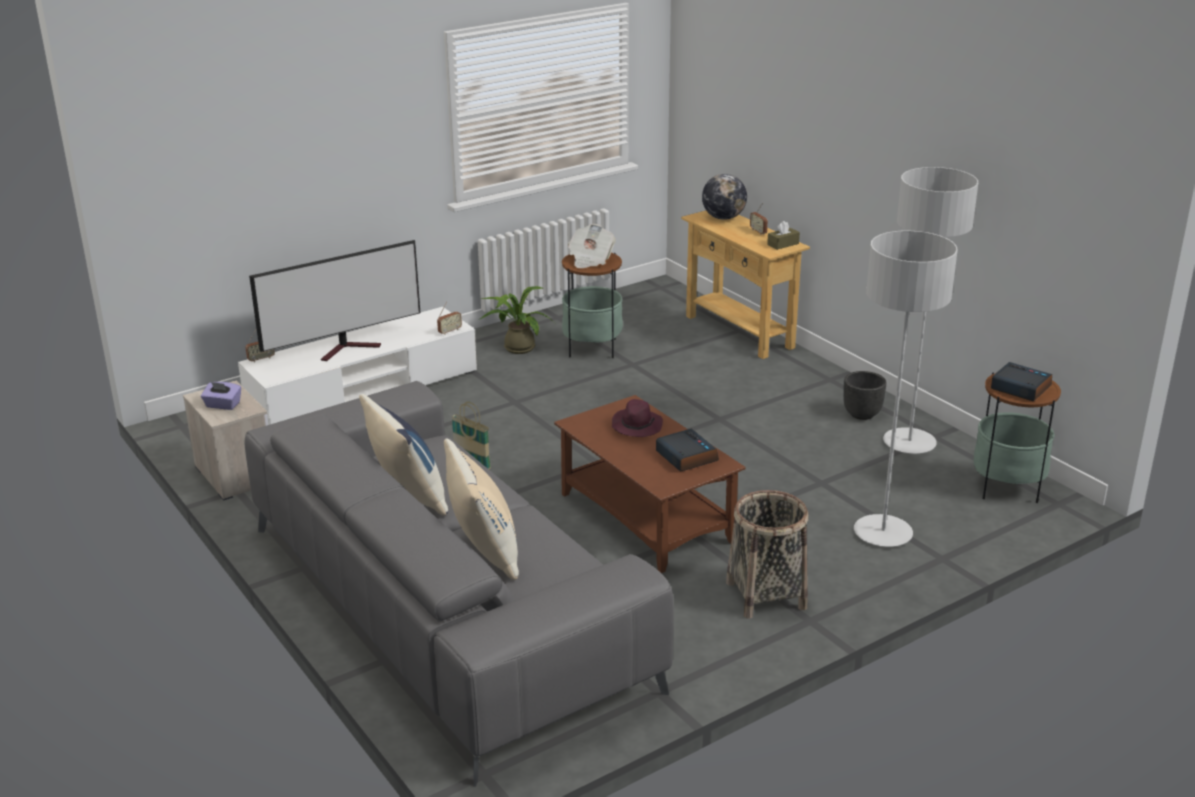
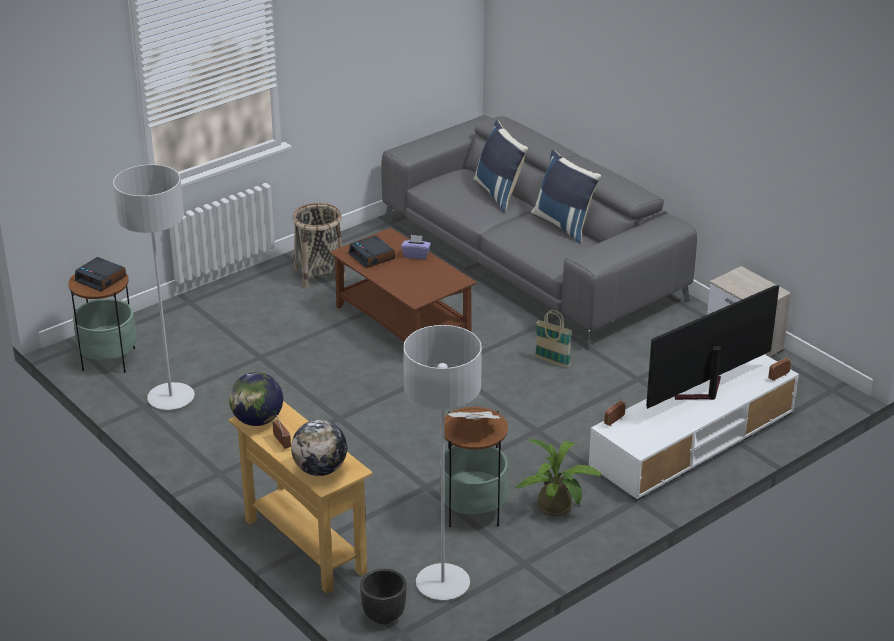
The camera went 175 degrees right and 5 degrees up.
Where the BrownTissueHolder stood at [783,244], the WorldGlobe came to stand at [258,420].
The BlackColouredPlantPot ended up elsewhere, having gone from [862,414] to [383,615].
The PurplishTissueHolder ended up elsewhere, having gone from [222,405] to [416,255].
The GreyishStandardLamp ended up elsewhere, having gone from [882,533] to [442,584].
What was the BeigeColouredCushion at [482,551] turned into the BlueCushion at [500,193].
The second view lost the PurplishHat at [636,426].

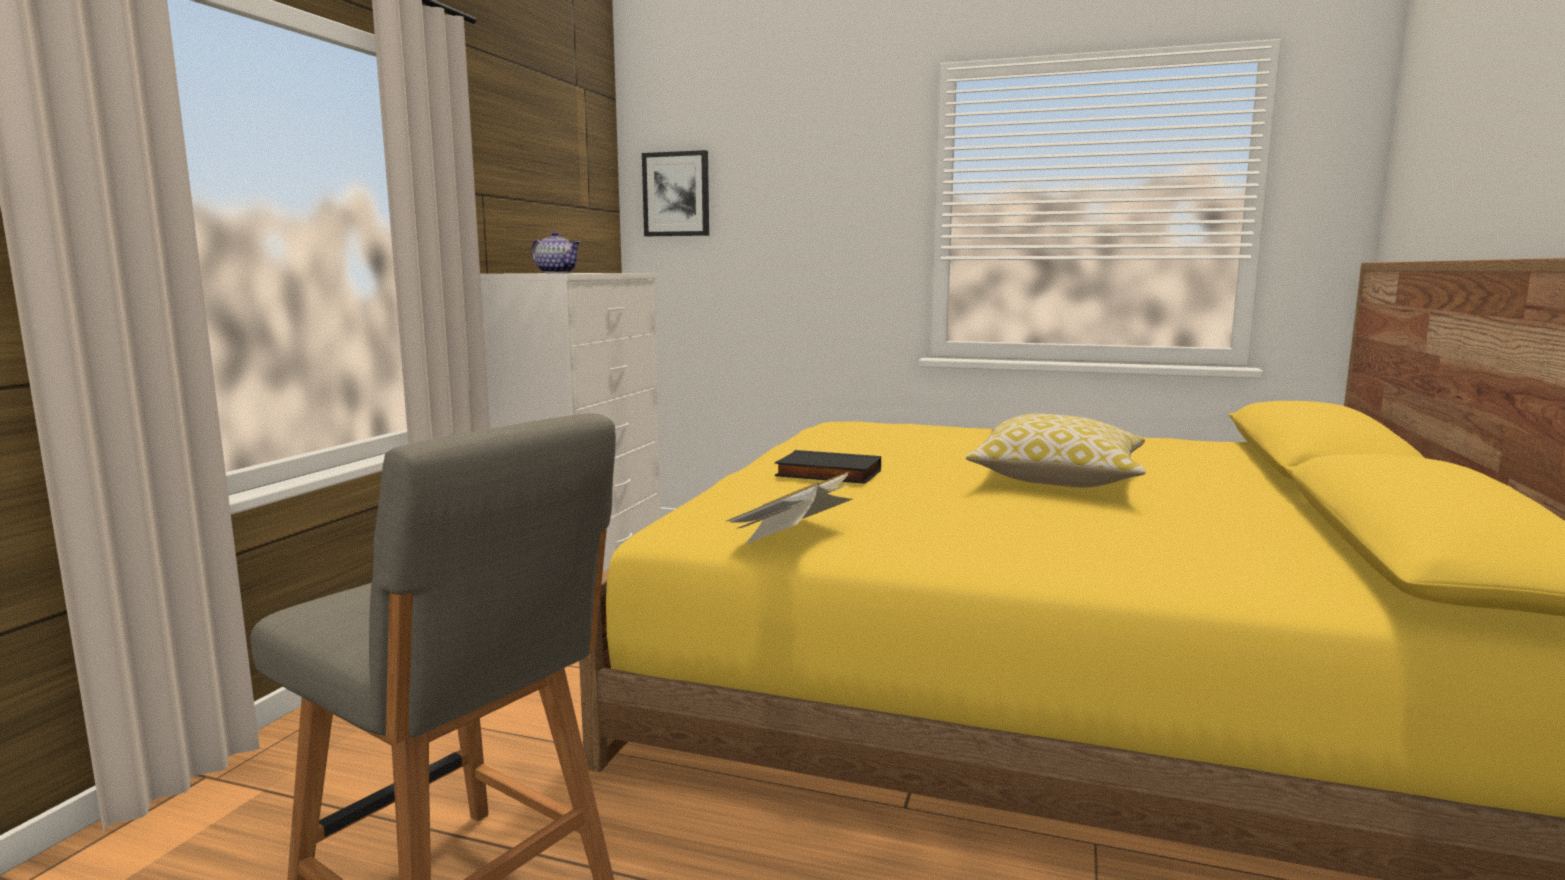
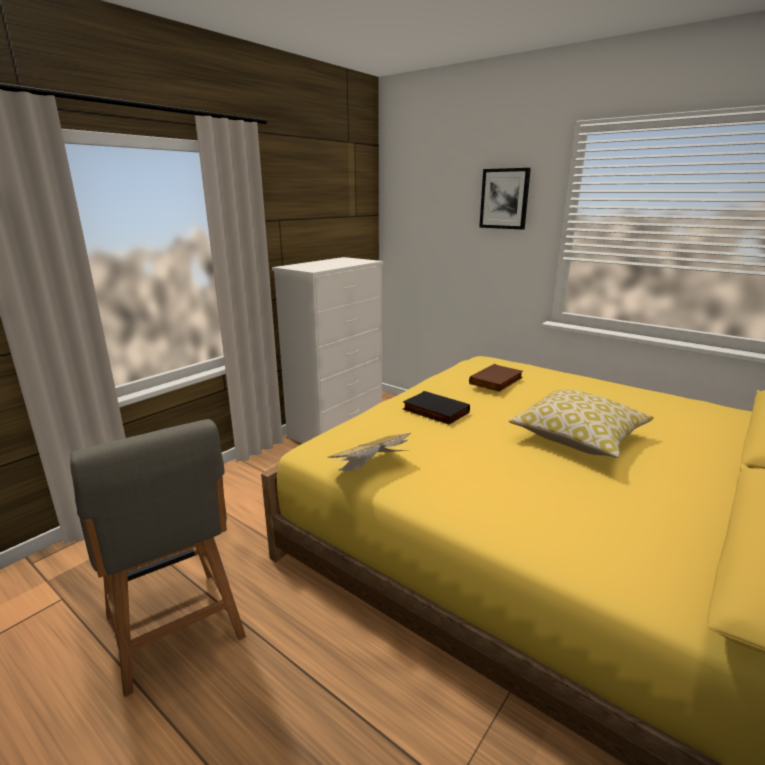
The camera went 20 degrees right and 10 degrees up.
The second view gained the BrownVolume at [497,381].
The WallArt ended up elsewhere, having gone from [676,194] to [504,199].
The second view lost the Teapot at [557,273].

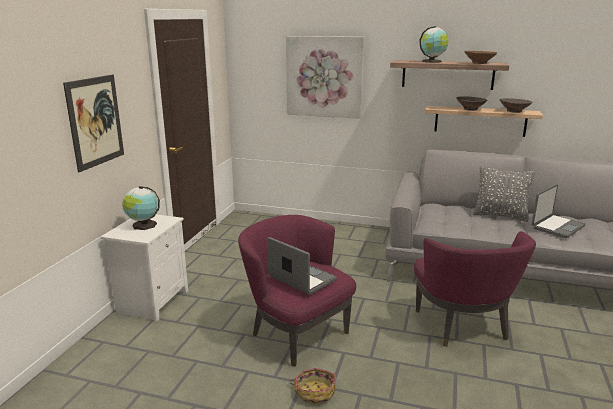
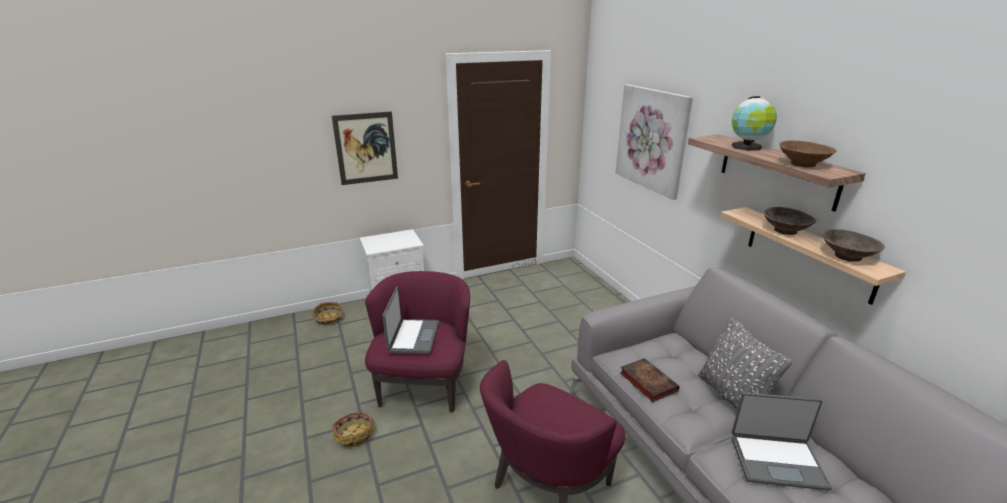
The camera went 50 degrees right and 5 degrees up.
The second view gained the Basket at [329,319].
The second view gained the Volume at [646,381].
The second view lost the WorldGlobe at [143,225].

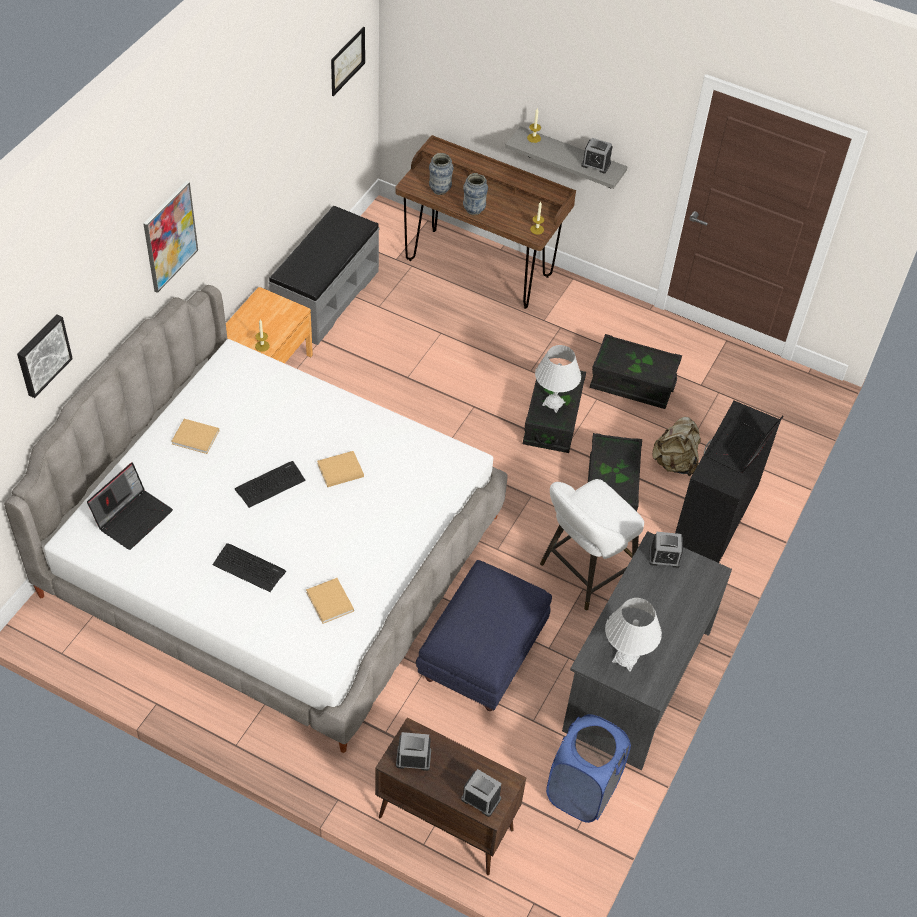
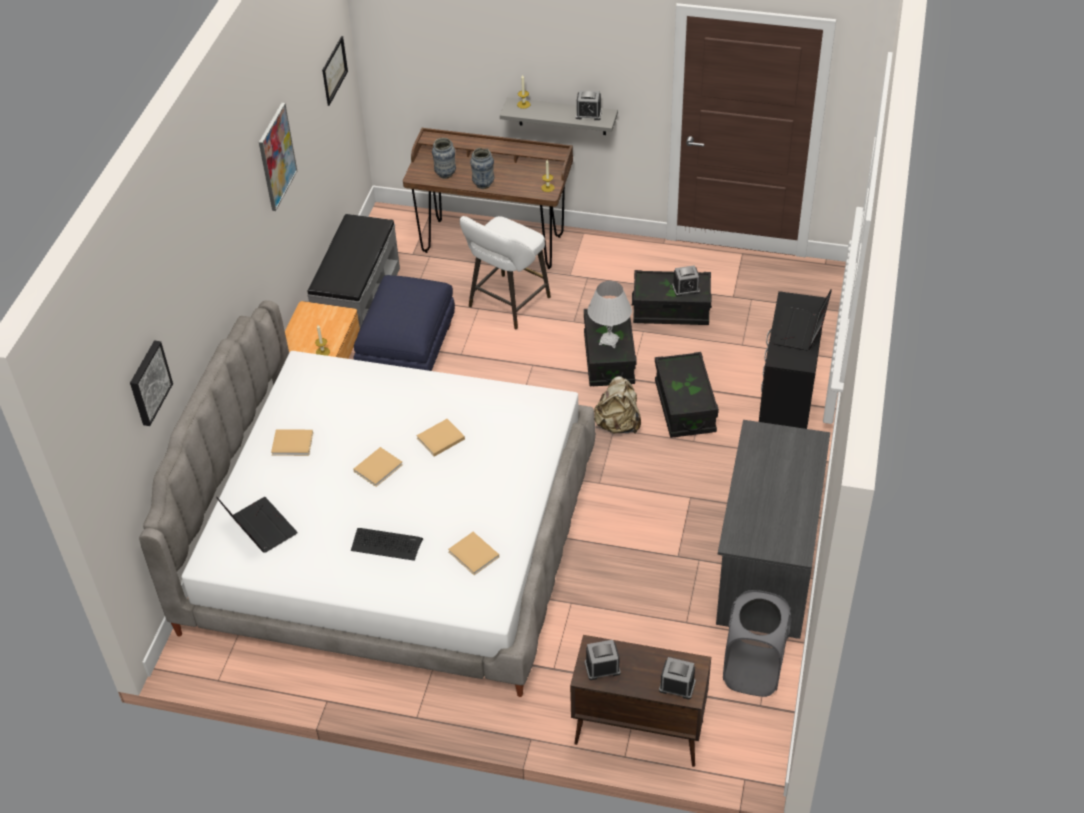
The camera went 10 degrees left and 5 degrees down.
The Laptop at [133,517] ended up facing another way, 60 degrees counterclockwise from before.
The WallArt ended up elsewhere, having gone from [170,236] to [276,156].
The BlueFootrest ended up elsewhere, having gone from [482,654] to [408,352].
Where the Keyboard stood at [270,484], the BeigeColouredVolume came to stand at [379,467].
The WhitishStoolSeat ended up elsewhere, having gone from [583,573] to [506,304].
The BeigeColouredKnapsack ended up elsewhere, having gone from [674,462] to [618,424].
The TableClock ended up elsewhere, having gone from [664,557] to [686,289].
What was the BlueWashingBasket at [582,790] turned into the GreyishWashingBasket at [753,670].
The second view lost the WhitishTableLamp at [625,659].

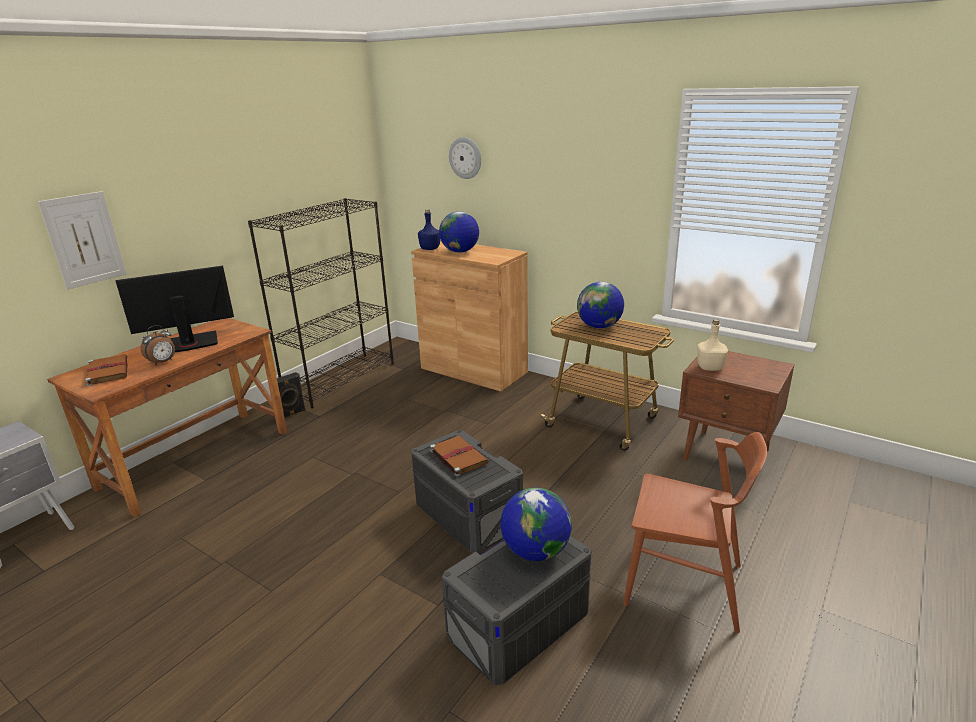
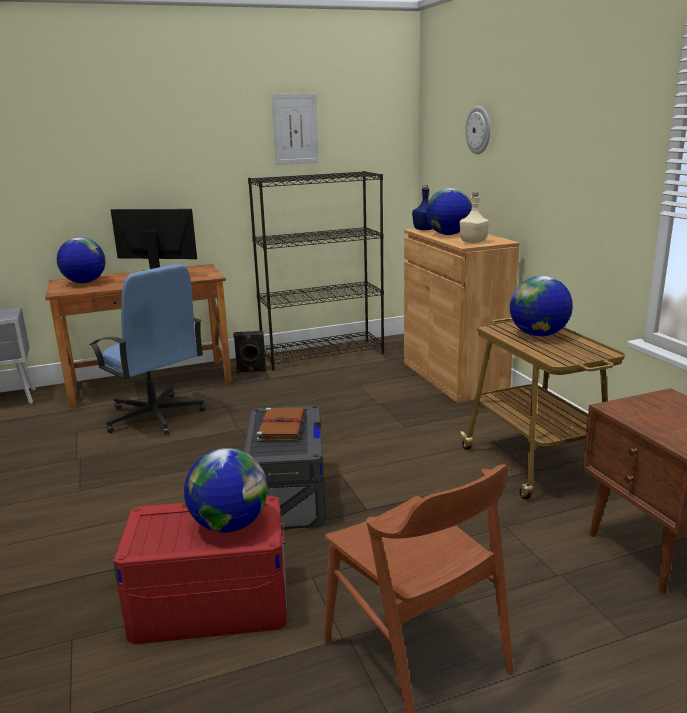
The camera went 35 degrees right and 5 degrees down.
Where the BrownVolume stood at [108,371], the WorldGlobe came to stand at [84,282].
The second view gained the BlueDeskChair at [154,417].
What was the GreyishStorageContainer at [519,623] turned into the RedStorageContainer at [210,603].
The WallArt ended up elsewhere, having gone from [84,240] to [295,129].
The BeigeColouredBottle ended up elsewhere, having gone from [710,367] to [474,242].
The second view lost the TableClock at [163,362].

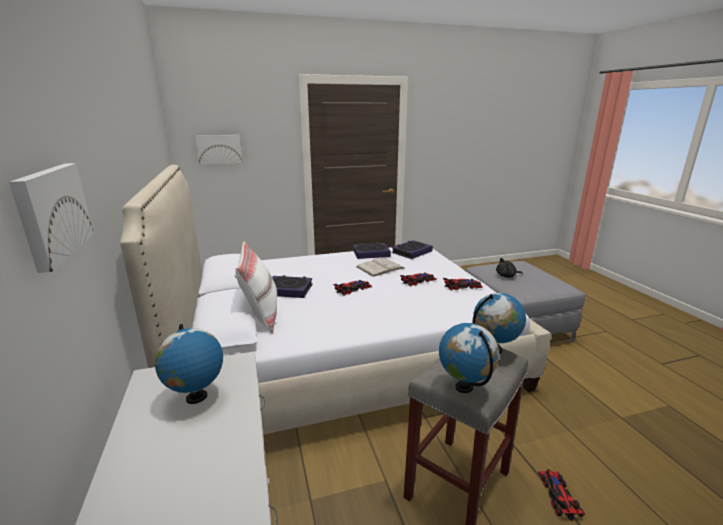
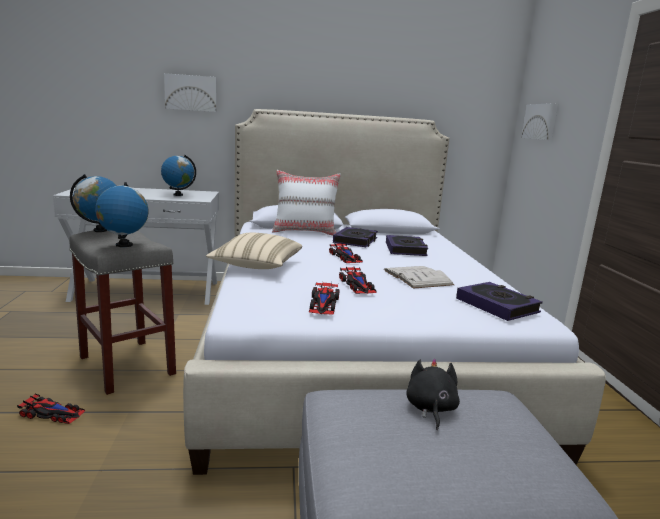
The camera went 100 degrees right and 5 degrees down.
The second view gained the BeigeColouredCushion at [256,266].
The Volume ended up elsewhere, having gone from [371,253] to [405,249].

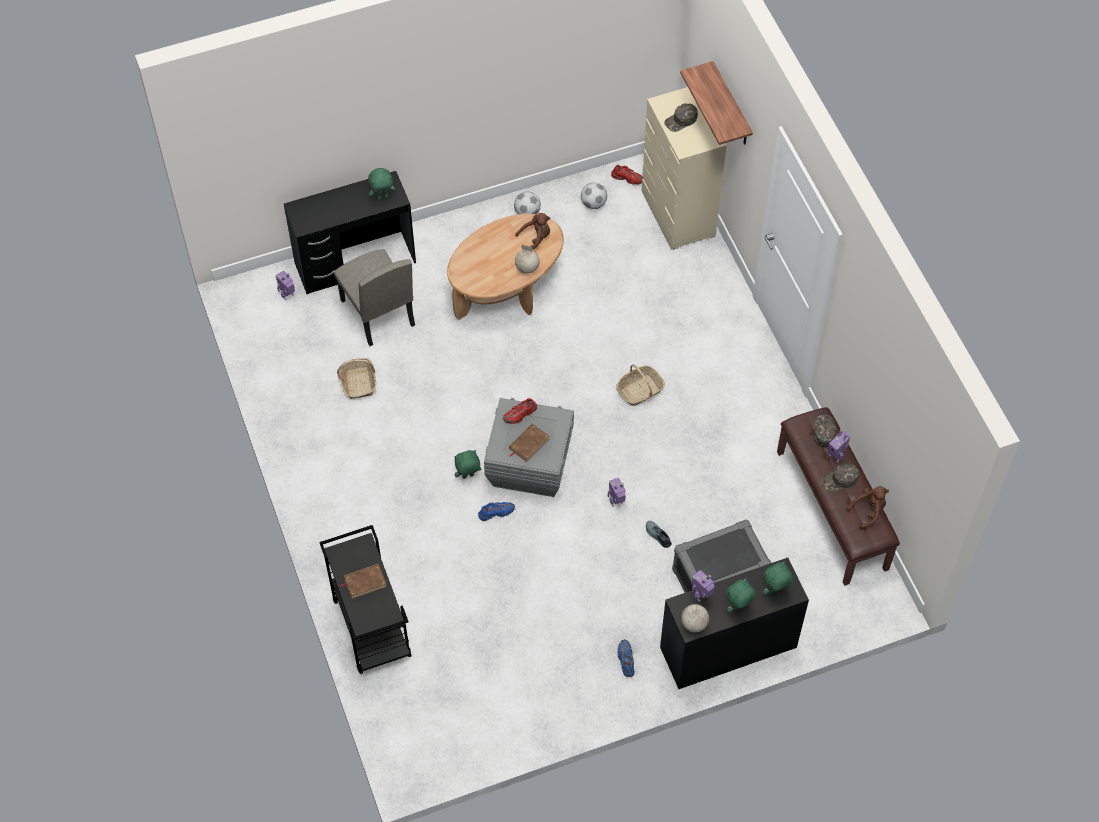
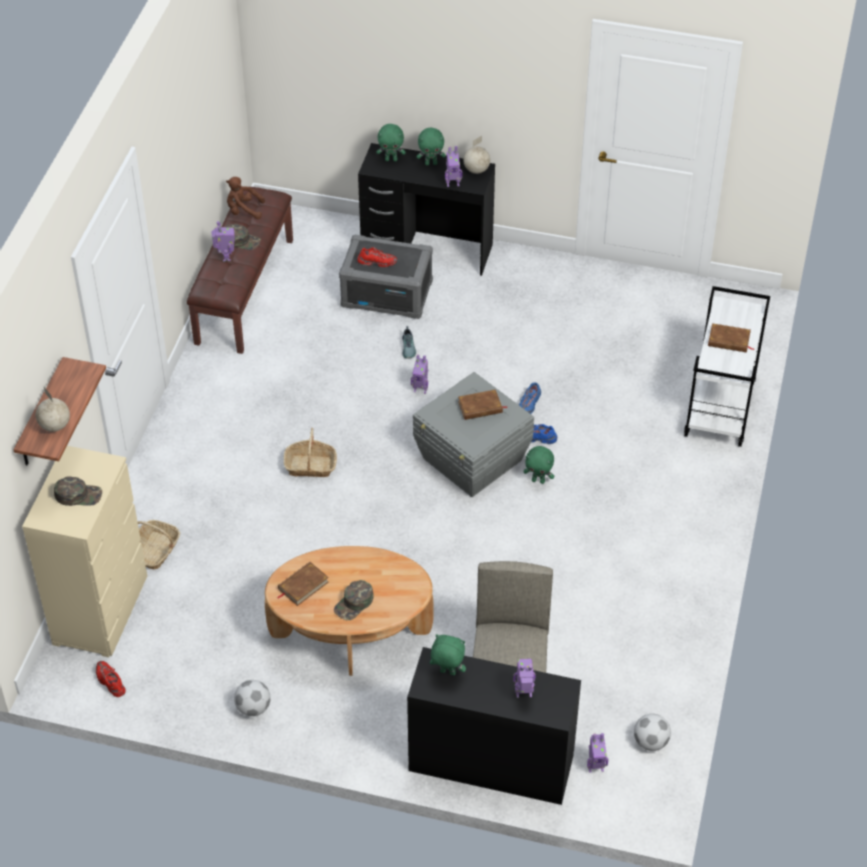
The camera went 145 degrees left and 10 degrees down.
The WorldGlobe ended up elsewhere, having gone from [527,268] to [55,425].
The Basket ended up elsewhere, having gone from [358,382] to [155,550].
Where the BrownCuddlyToy stood at [535,239], the BrownVolume came to stand at [303,585].
The GreenBaseballCap ended up elsewhere, having gone from [824,431] to [354,603].
The RedItemOfFootwear ended up elsewhere, having gone from [520,414] to [377,263].
The second view gained the ToyRobot at [524,694].
The BlueItemOfFootwear ended up elsewhere, having gone from [626,660] to [529,404].
The Football ended up elsewhere, having gone from [593,203] to [651,742].
What was the BlackColouredCart at [370,627] turned into the WhitishCart at [720,409].

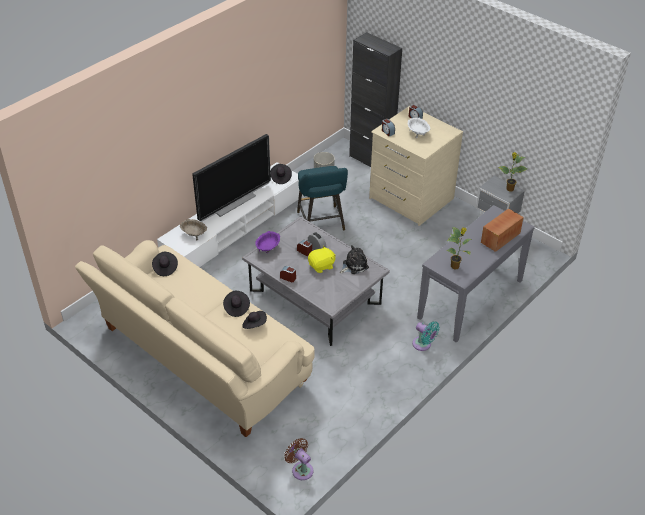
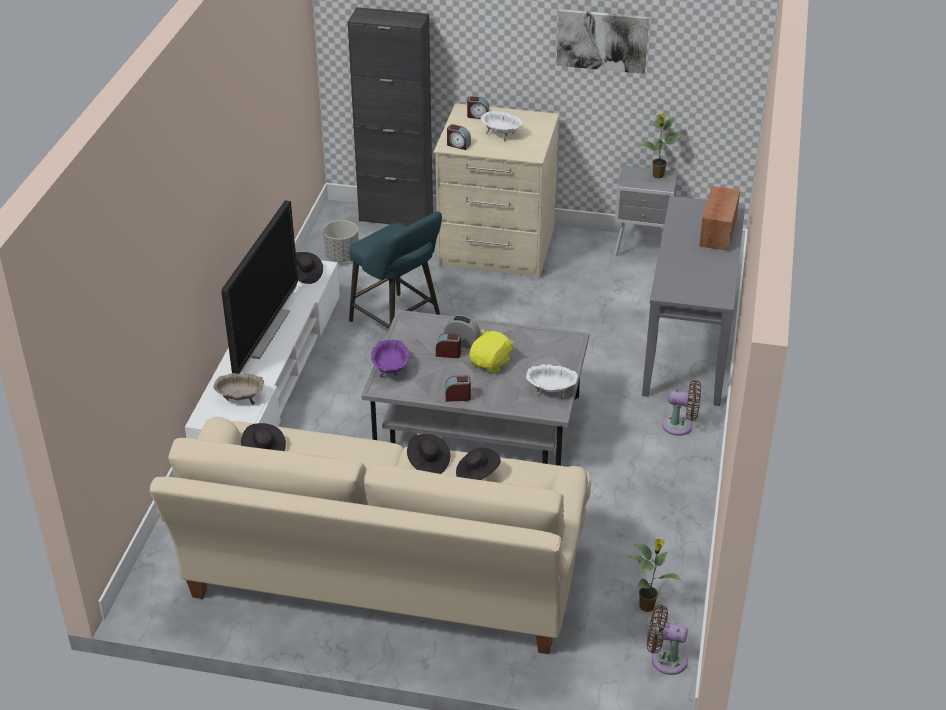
The camera went 30 degrees left and 5 degrees down.
The second view gained the WhitishServingBowl at [551,390].
The second view gained the WallArt at [602,40].
The PottedPlant ended up elsewhere, having gone from [455,266] to [648,606].
What was the TurquoiseCoolingFan at [423,345] turned into the BrownCoolingFan at [680,426].
The second view lost the CuddlyToy at [353,265].

